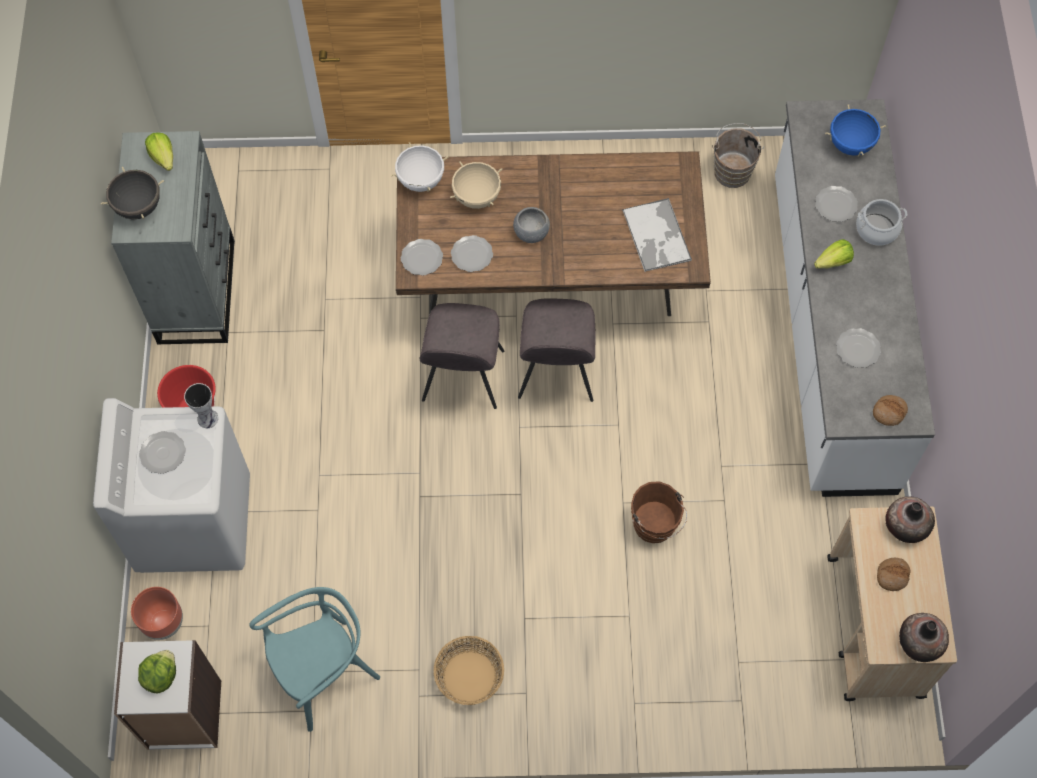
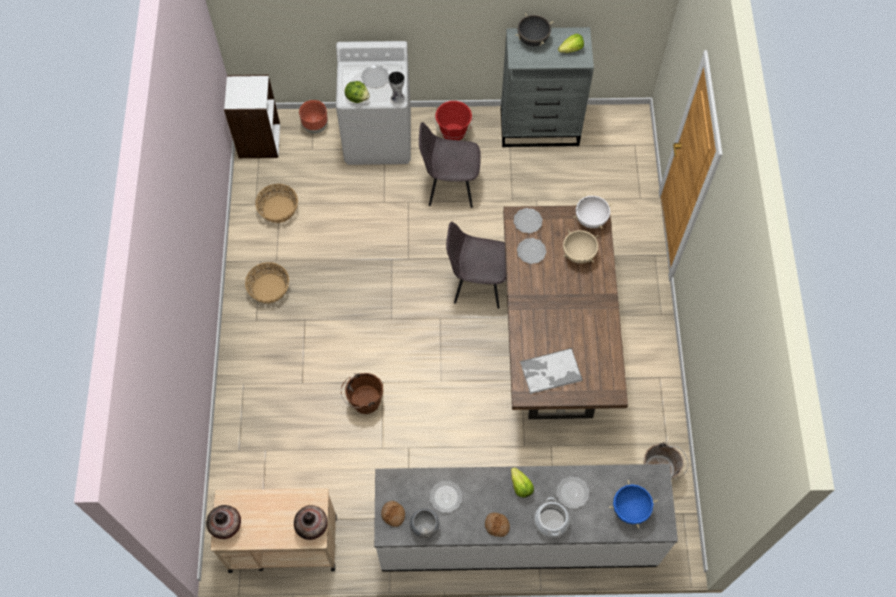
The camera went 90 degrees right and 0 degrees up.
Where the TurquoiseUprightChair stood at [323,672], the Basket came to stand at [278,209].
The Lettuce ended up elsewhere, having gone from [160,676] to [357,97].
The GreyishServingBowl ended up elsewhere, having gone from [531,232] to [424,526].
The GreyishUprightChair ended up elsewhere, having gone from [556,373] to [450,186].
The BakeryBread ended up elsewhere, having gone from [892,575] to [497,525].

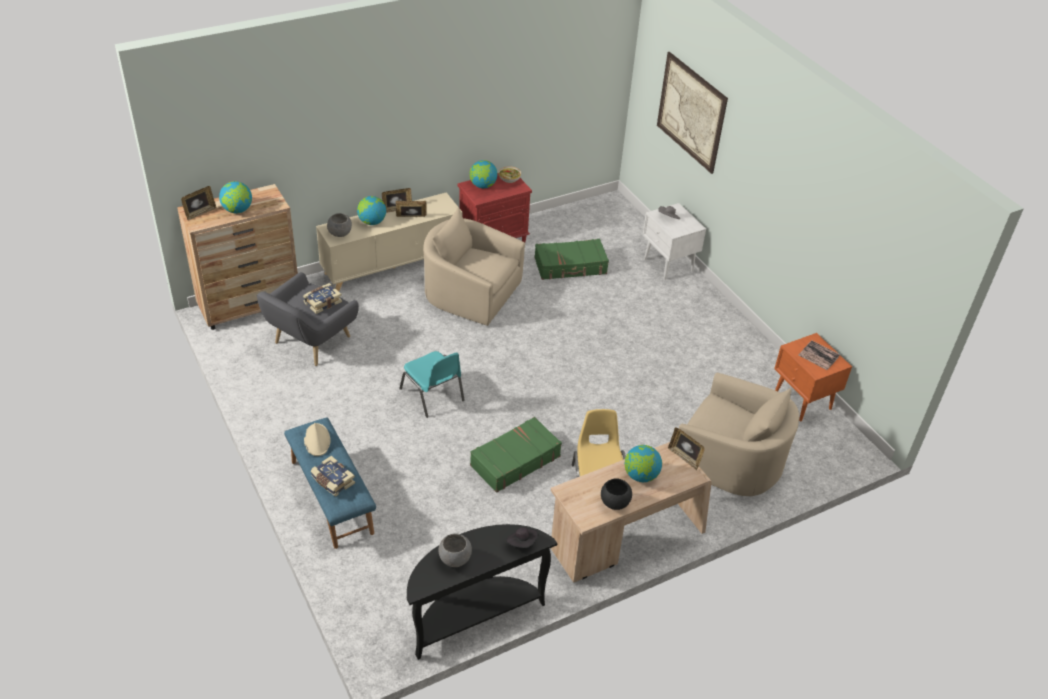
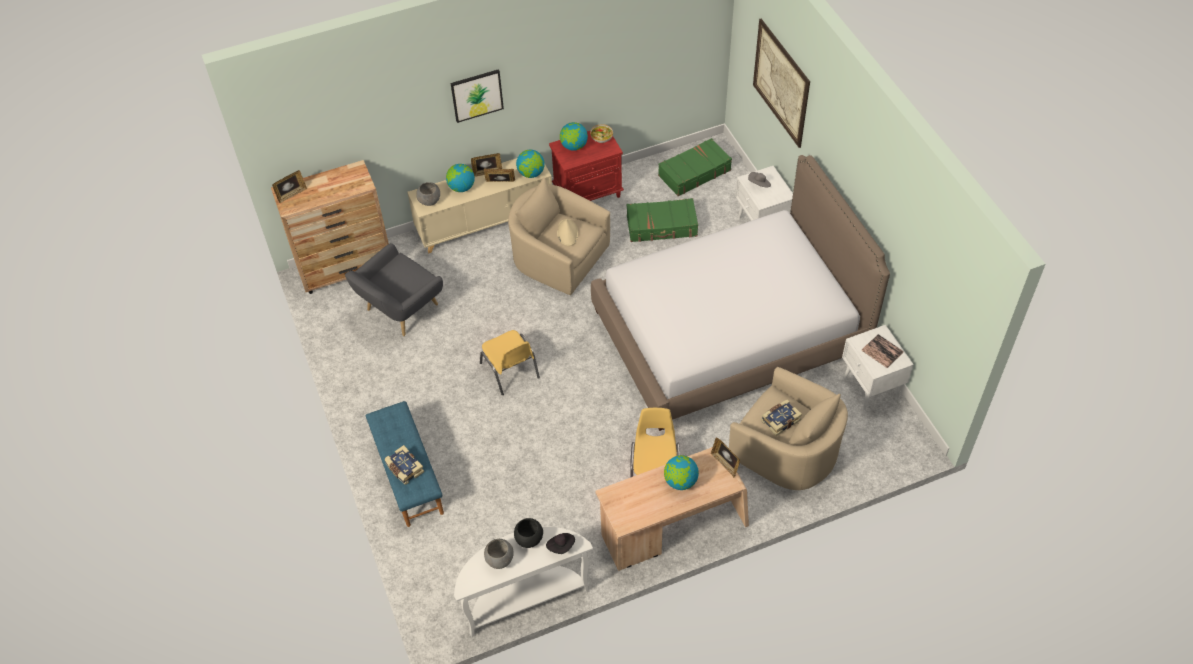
The camera went 10 degrees right and 10 degrees up.
The second view gained the WallArt at [477,95].
What was the BlackColouredConsoleTable at [473,615] turned into the WhitishConsoleTable at [524,598].
What was the TurquoiseUprightChair at [433,395] turned into the YellowColouredUprightChair at [510,371].
The BlackColouredServingBowl ended up elsewhere, having gone from [615,503] to [529,539].
The WorldGlobe ended up elsewhere, having gone from [237,210] to [531,173].
The BeigeColouredHat ended up elsewhere, having gone from [317,440] to [567,233].
The second view gained the Bed at [729,332].
The GreenPieceOfLuggage ended up elsewhere, having gone from [514,461] to [694,173].
The Volume ended up elsewhere, having gone from [322,302] to [780,420].
What was the OrangeNightTable at [802,402] turned into the WhitishNightTable at [870,388].

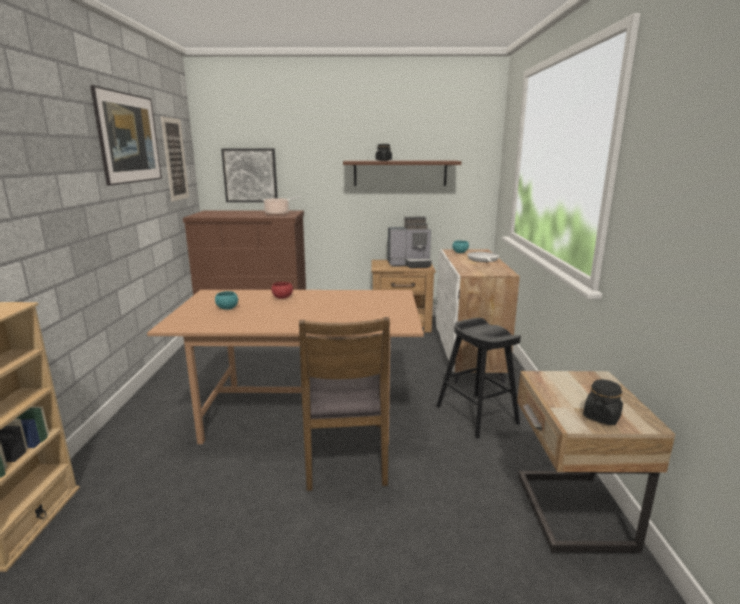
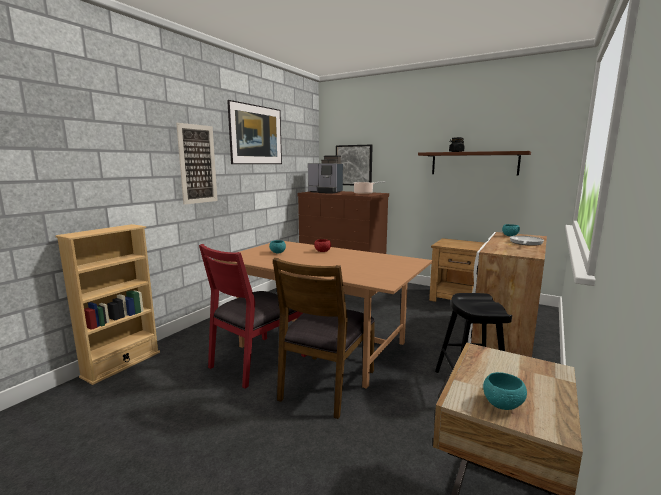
The camera went 30 degrees right and 5 degrees down.
The WallArt ended up elsewhere, having gone from [175,159] to [197,164].
The second view gained the RedUprightChair at [257,361].
The CoffeeMaker ended up elsewhere, having gone from [410,264] to [326,192].
Where the BlackColouredPreserveJar stood at [601,417], the TurquoiseServingBowl came to stand at [502,404].

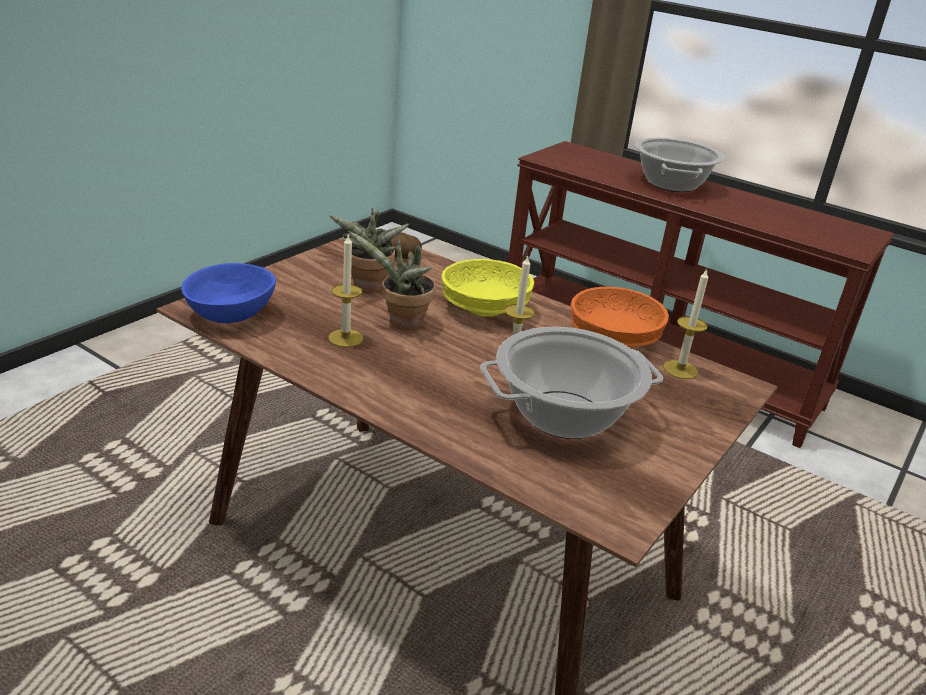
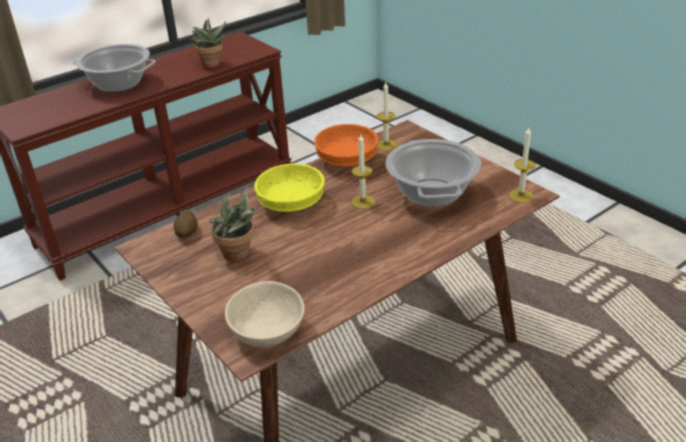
The camera went 70 degrees left and 5 degrees up.
The PottedPlant ended up elsewhere, having gone from [401,323] to [211,65].
What was the BlueServingBowl at [231,314] turned into the BeigeColouredServingBowl at [266,331].
The WaxCandle ended up elsewhere, having gone from [345,338] to [521,196].

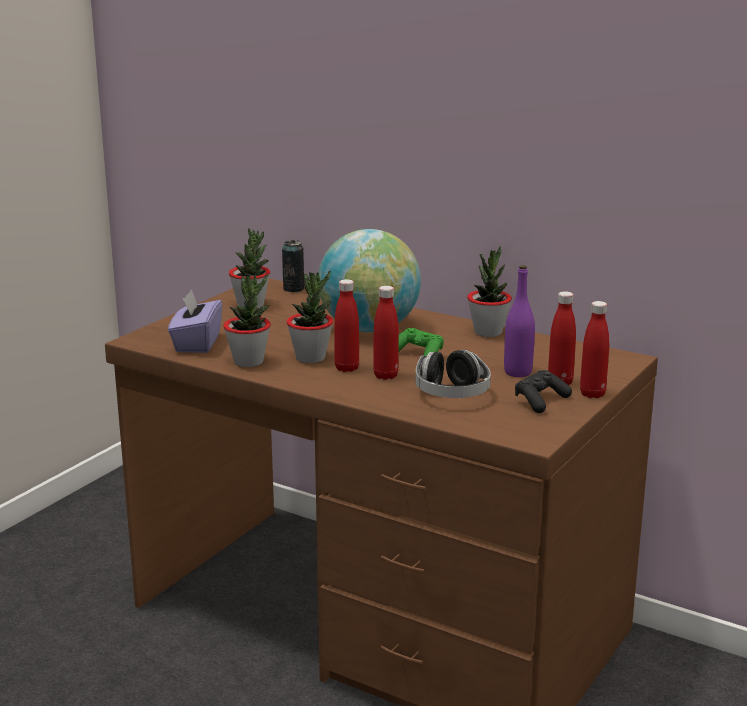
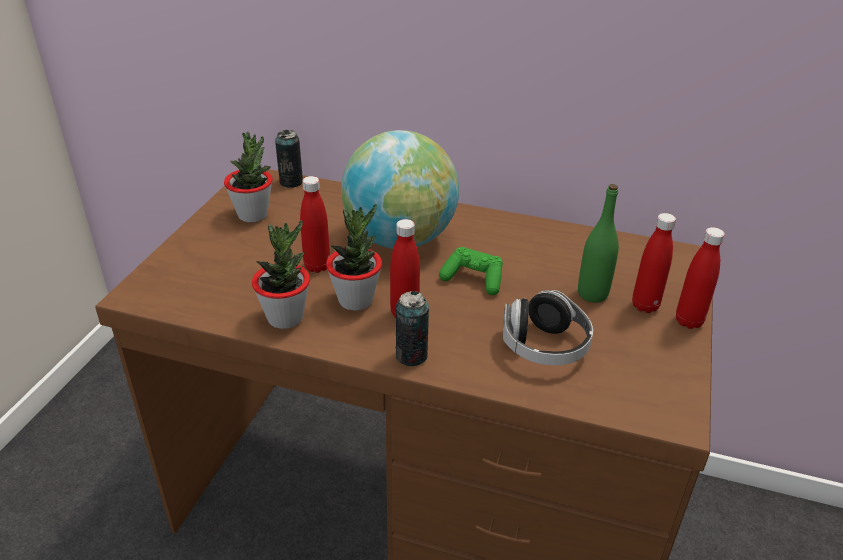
The camera went 15 degrees left and 15 degrees up.
The RedBottle ended up elsewhere, having gone from [385,376] to [317,266].
The second view gained the MetalCan at [411,356].
What was the PurplishBottle at [518,372] turned into the GreenBottle at [592,294].
The second view lost the PurplishTissueHolder at [196,343].
The second view lost the PottedPlant at [488,332].
The second view lost the BlackColouredGameController at [540,401].

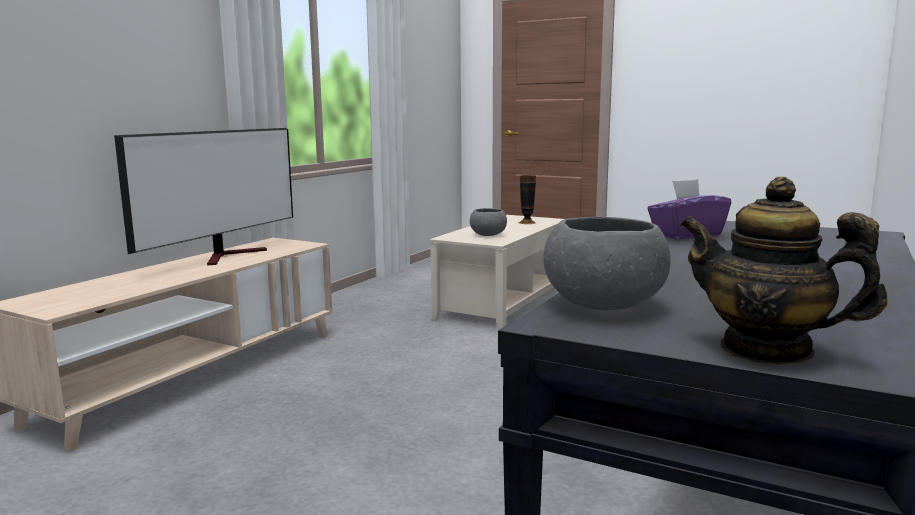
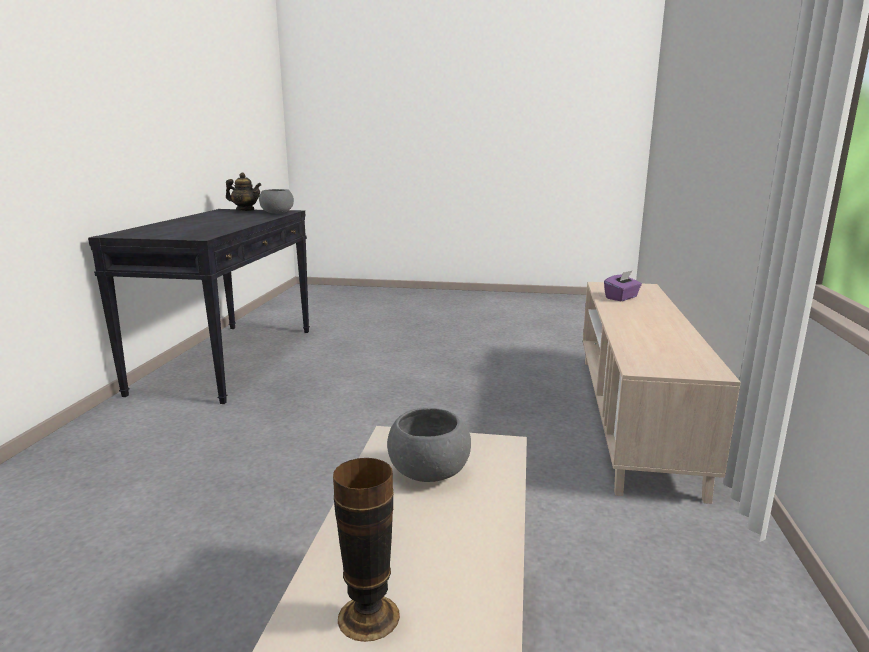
The camera went 160 degrees right and 5 degrees up.
The PurplishTissueHolder ended up elsewhere, having gone from [686,235] to [621,298].
The second view lost the TvSet at [229,255].

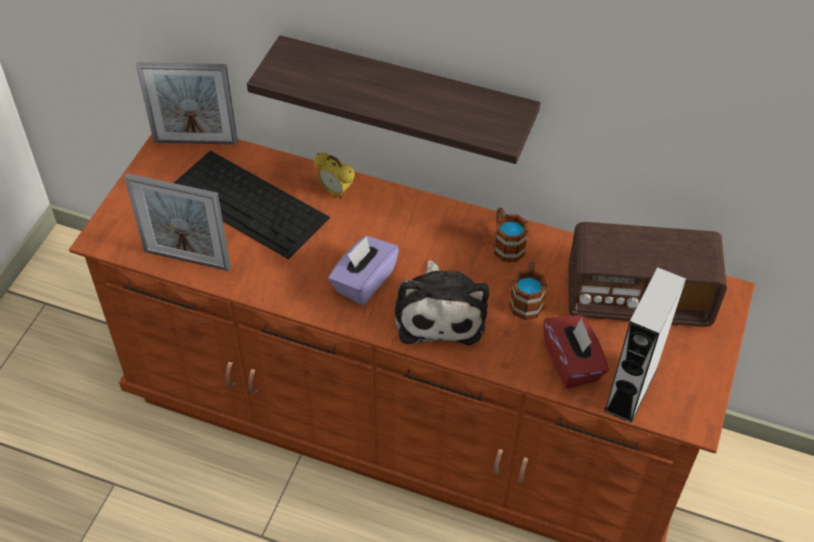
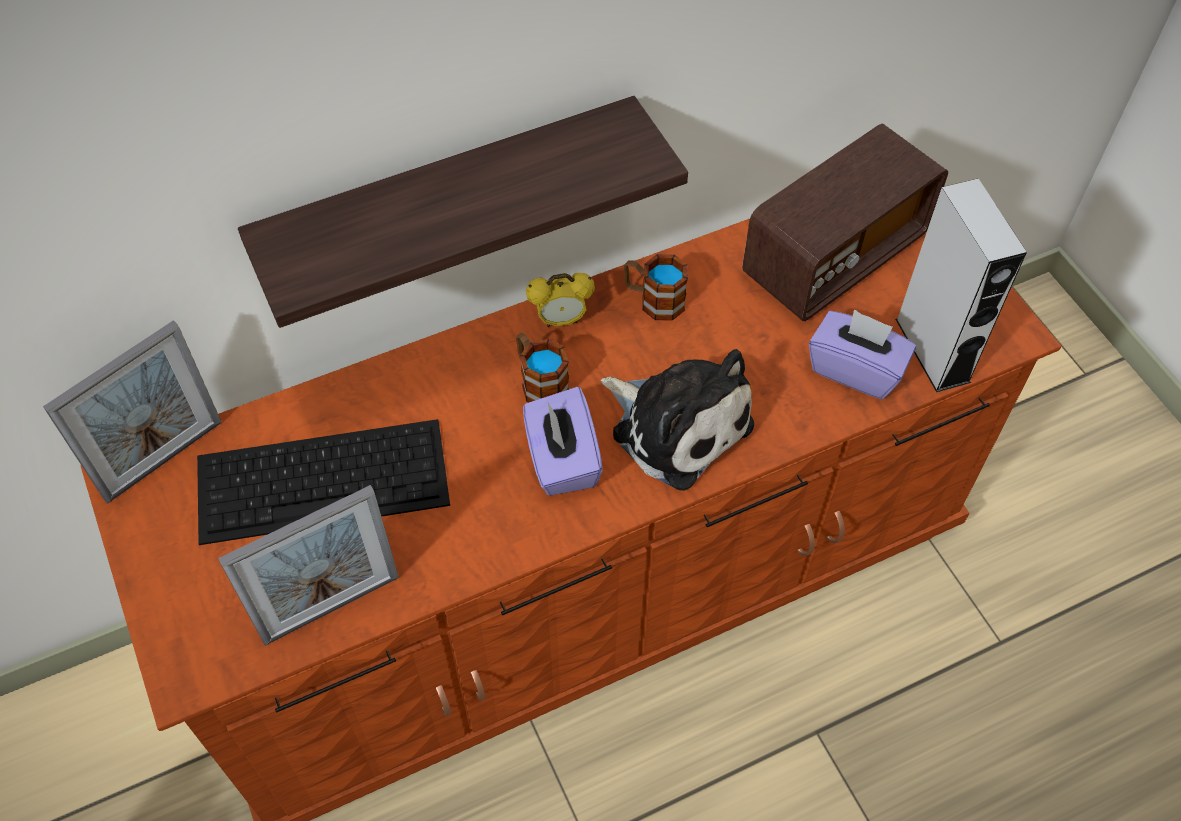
The camera went 45 degrees left and 5 degrees up.
The Mug ended up elsewhere, having gone from [527,300] to [539,382].
The TableClock ended up elsewhere, having gone from [335,191] to [561,320].
What was the RedTissueHolder at [572,363] turned into the PurplishTissueHolder at [855,369].

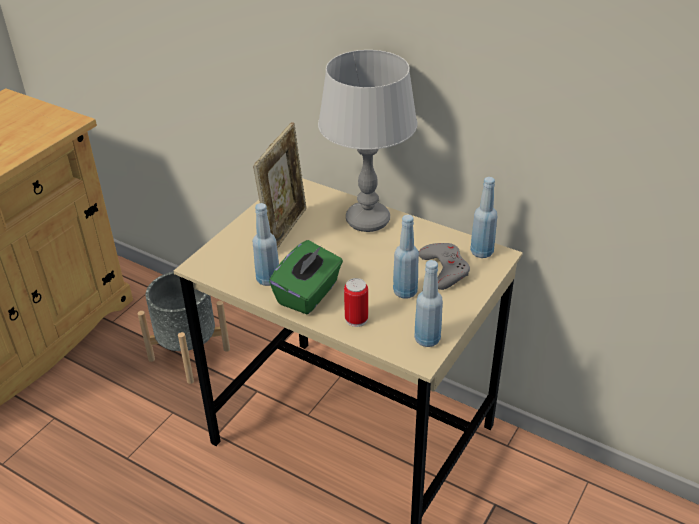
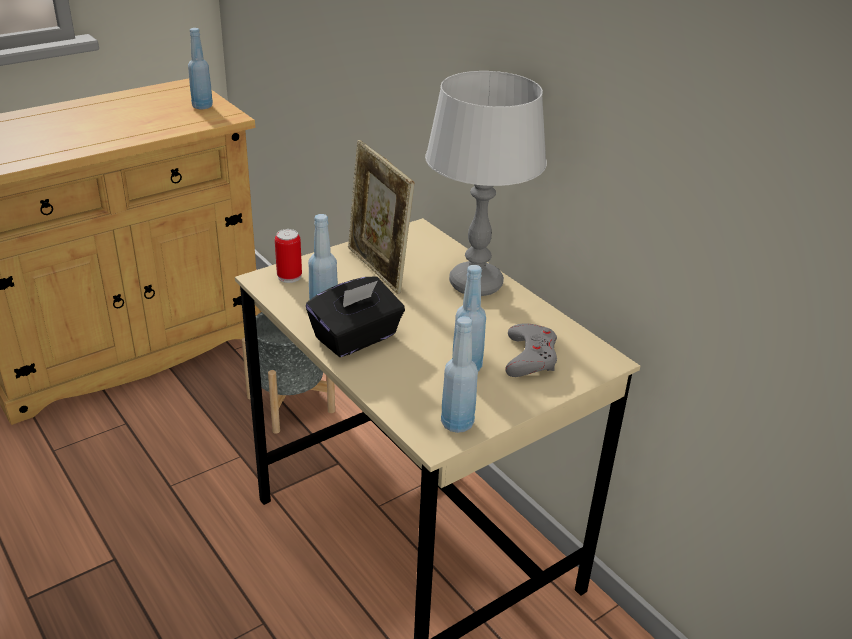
The camera went 20 degrees right and 5 degrees down.
The BlueBottle ended up elsewhere, having gone from [481,252] to [202,106].
The MetalCan ended up elsewhere, having gone from [356,319] to [289,276].
What was the GreenTissueHolder at [308,294] turned into the BlackColouredTissueHolder at [356,338].
The PhotoFrame at [285,230] ended up facing another way, 105 degrees clockwise from before.

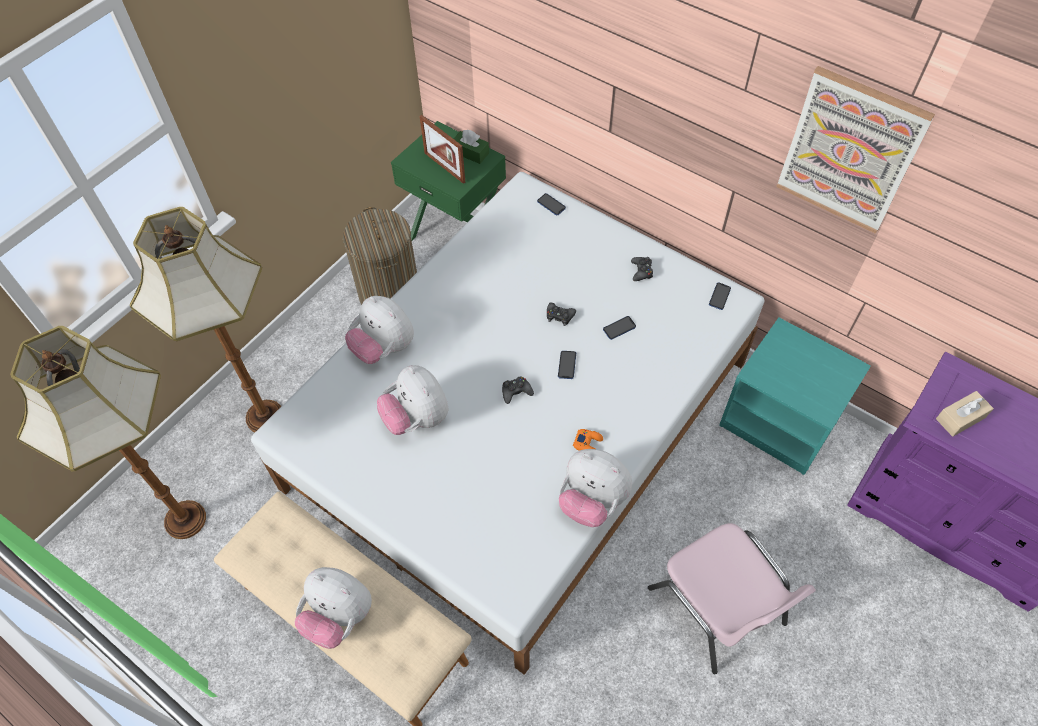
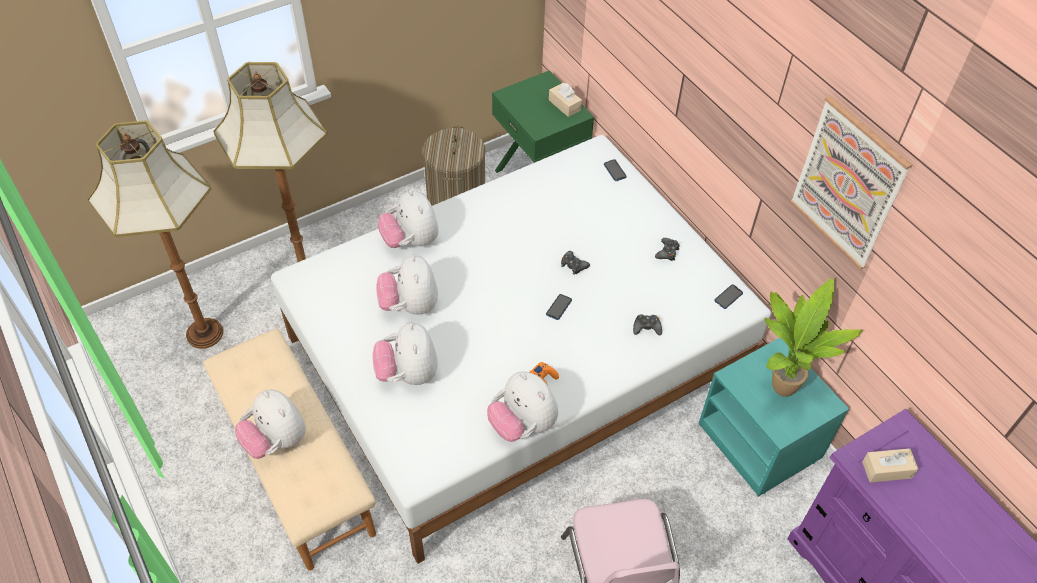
The camera went 20 degrees right and 5 degrees down.
The second view gained the CuddlyToy at [408,373].
What was the GreenTissueHolder at [470,152] turned into the BeigeColouredTissueHolder at [564,105].
The BlackColouredGameController ended up elsewhere, having gone from [516,392] to [646,327].
The second view gained the PottedPlant at [779,385].
The second view lost the PhotoFrame at [444,167].
The second view lost the Telephone at [619,328].

